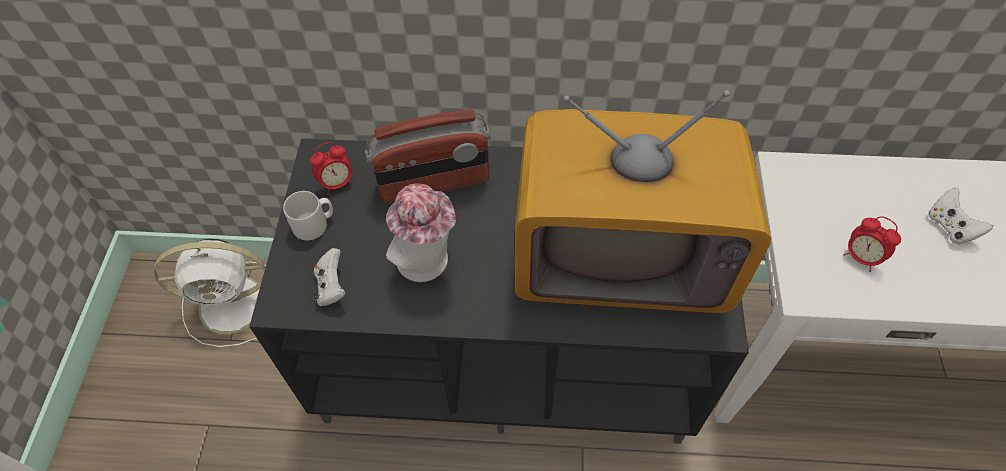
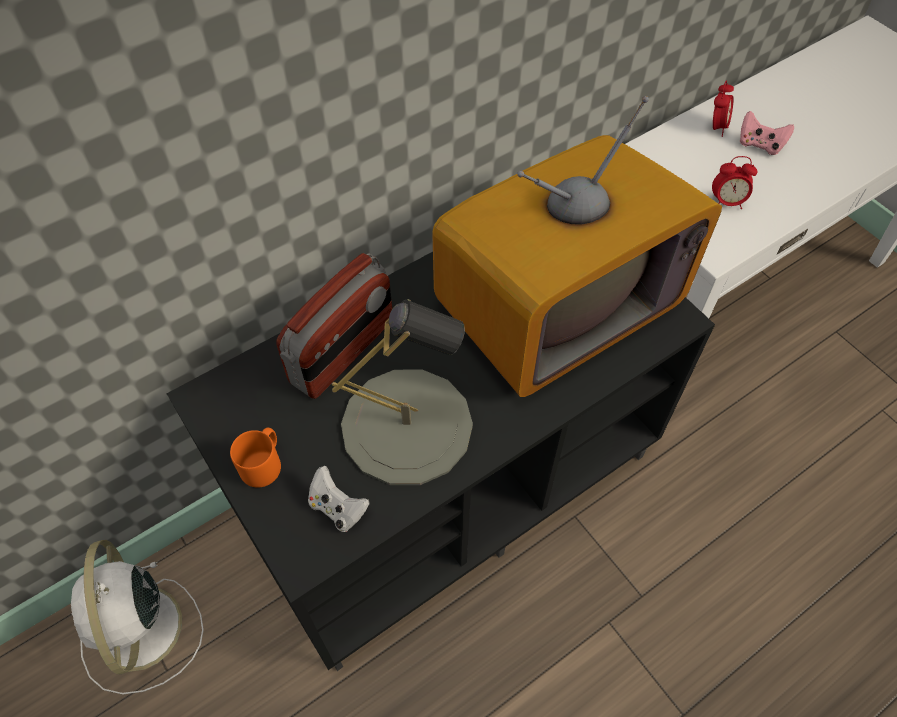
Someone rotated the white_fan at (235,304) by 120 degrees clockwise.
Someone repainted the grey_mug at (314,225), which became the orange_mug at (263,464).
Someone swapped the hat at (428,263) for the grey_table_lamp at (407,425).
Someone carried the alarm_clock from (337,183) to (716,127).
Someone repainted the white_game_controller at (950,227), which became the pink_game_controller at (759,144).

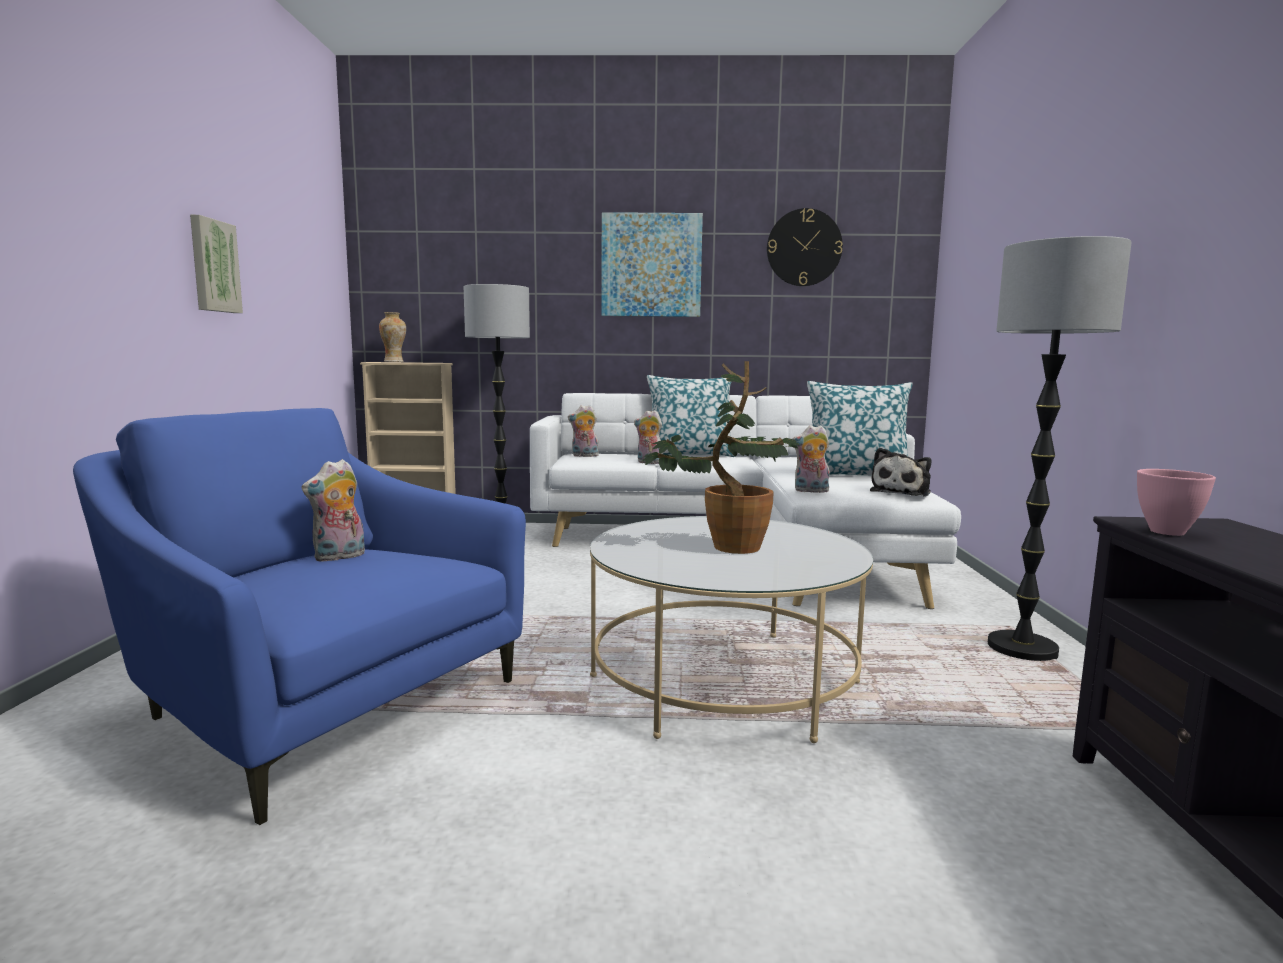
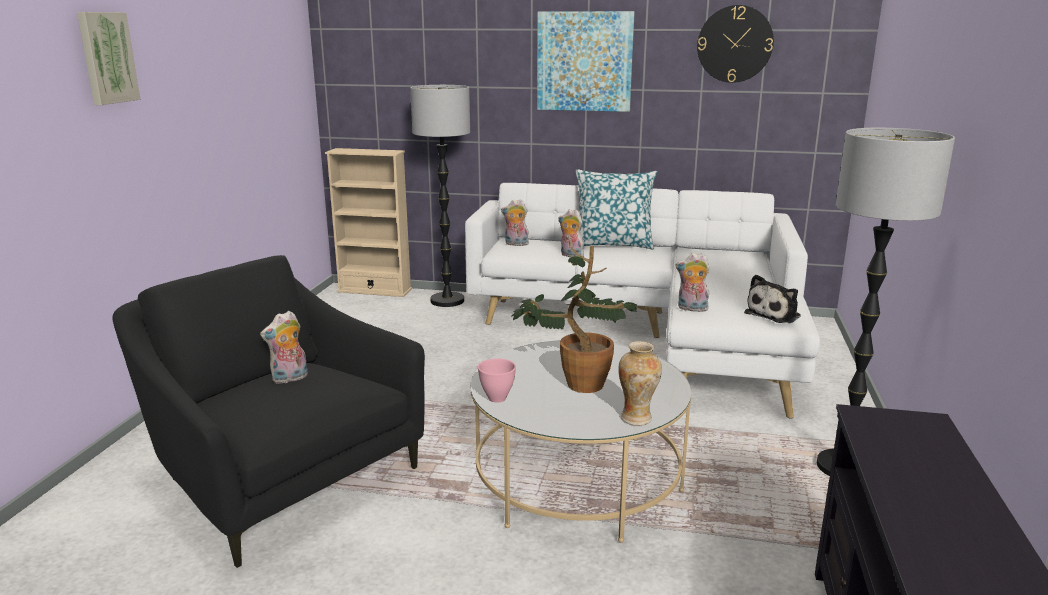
Someone carried the picture from (213,266) to (106,58).
Someone repainted the blue_armchair at (317,704), which became the black_armchair at (279,476).
Someone carried the pink_bowl from (1167,532) to (498,398).
Someone carried the vase from (394,362) to (637,418).
Someone took away the pillow at (855,475).

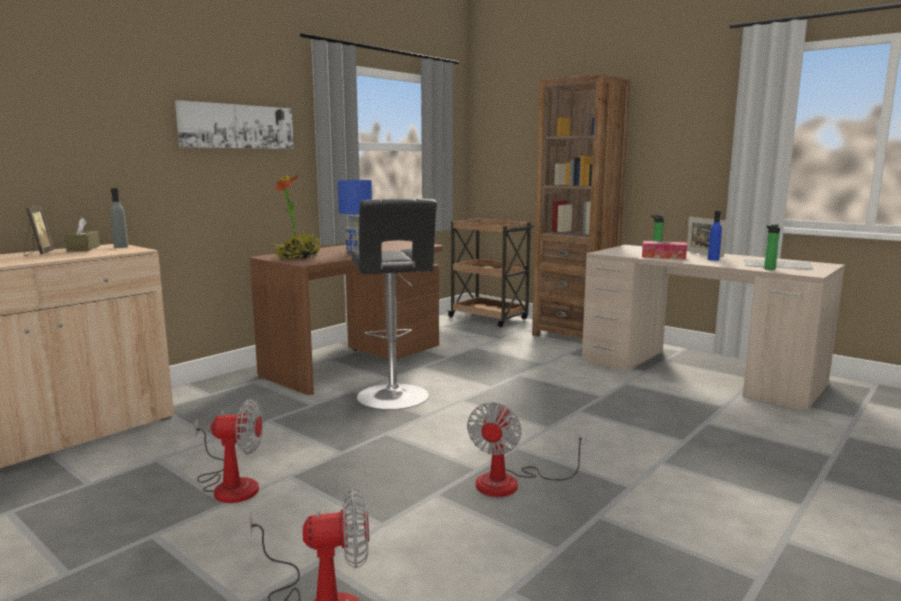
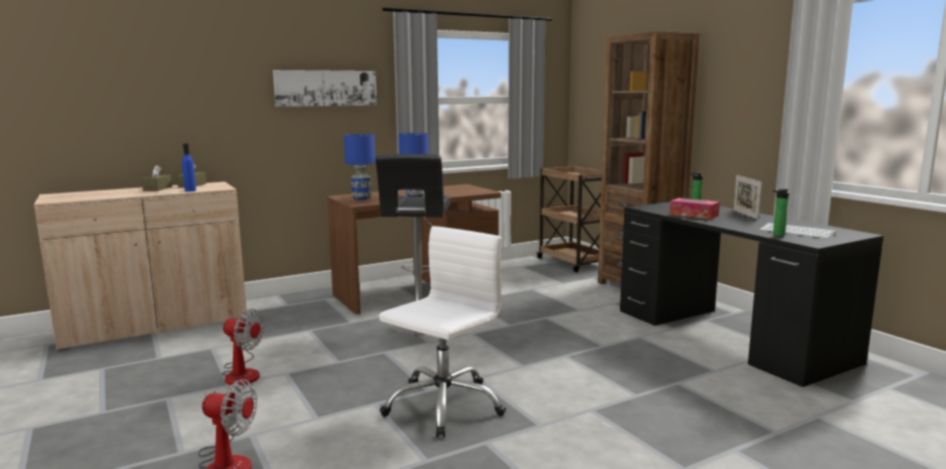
Someone swapped the picture_frame at (39,254) for the brown_tissue_box at (157,188).
Someone carried the blue_bottle from (713,259) to (190,190).
Someone swapped the potted_plant at (299,257) for the blue_table_lamp at (362,198).
Someone swapped the fan at (511,483) for the white_office_chair at (443,405).
Someone repainted the beige_desk at (698,372), which became the black_desk at (729,335).
Someone took away the grey_bottle at (121,247).

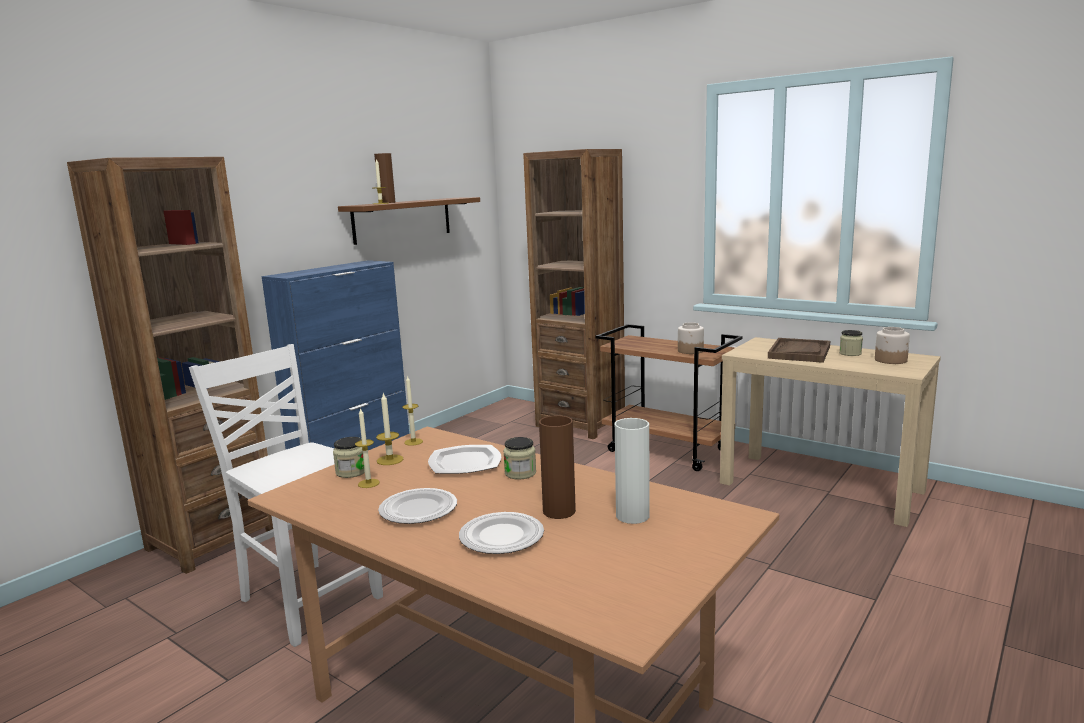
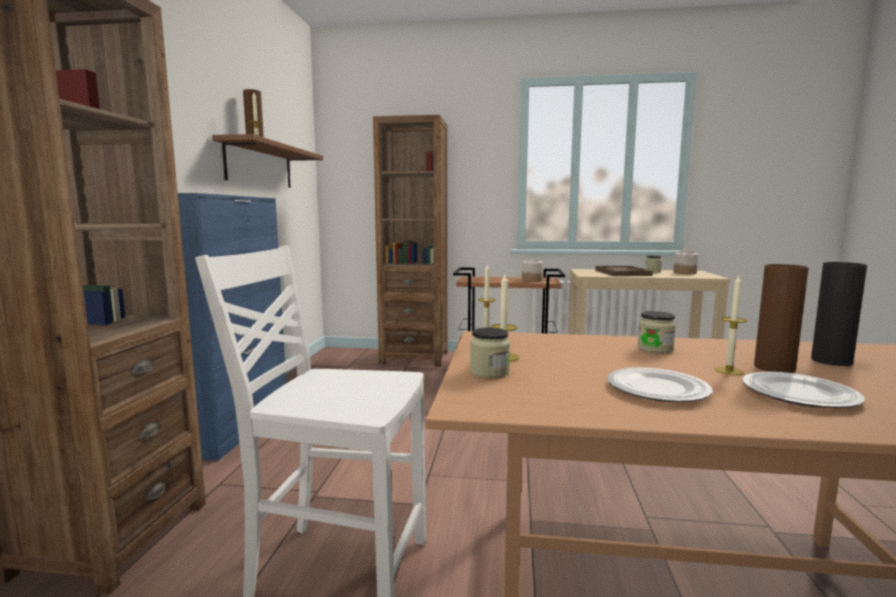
Someone carried the candle from (368,483) to (729,371).
Someone repainted the white_vase at (632,516), which became the black_vase at (831,361).
Someone took away the plate at (466,463).

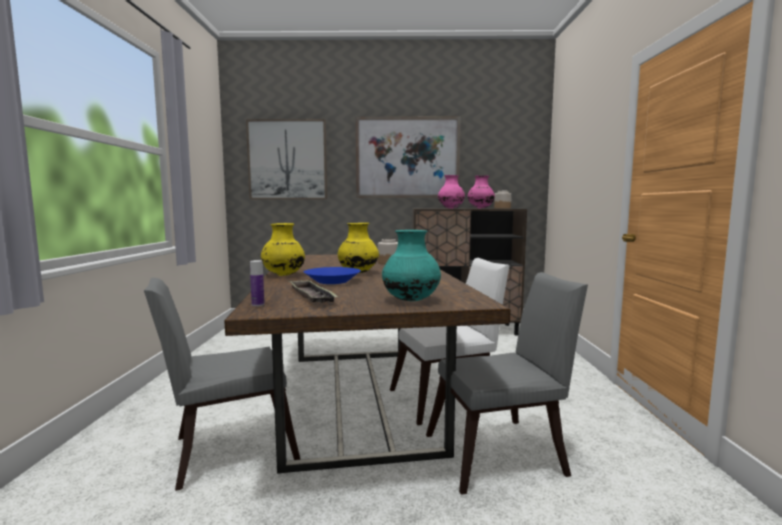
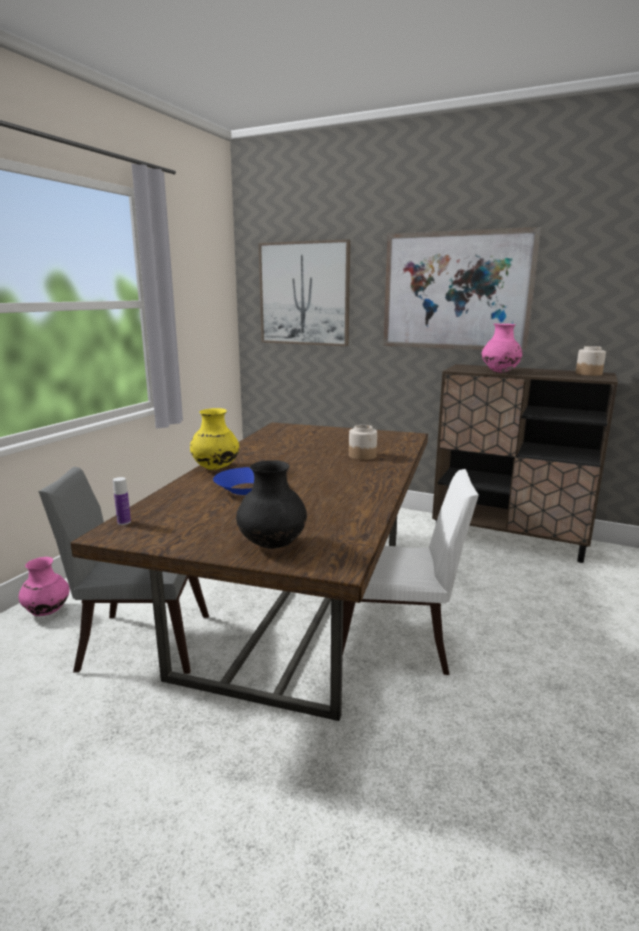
Someone carried the pink_vase from (480,208) to (47,611).
Someone repainted the turquoise_vase at (411,300), which became the black_vase at (272,545).
Someone took away the tray at (311,296).
Someone took away the yellow_vase at (358,273).
Someone took away the grey_chair at (502,454).

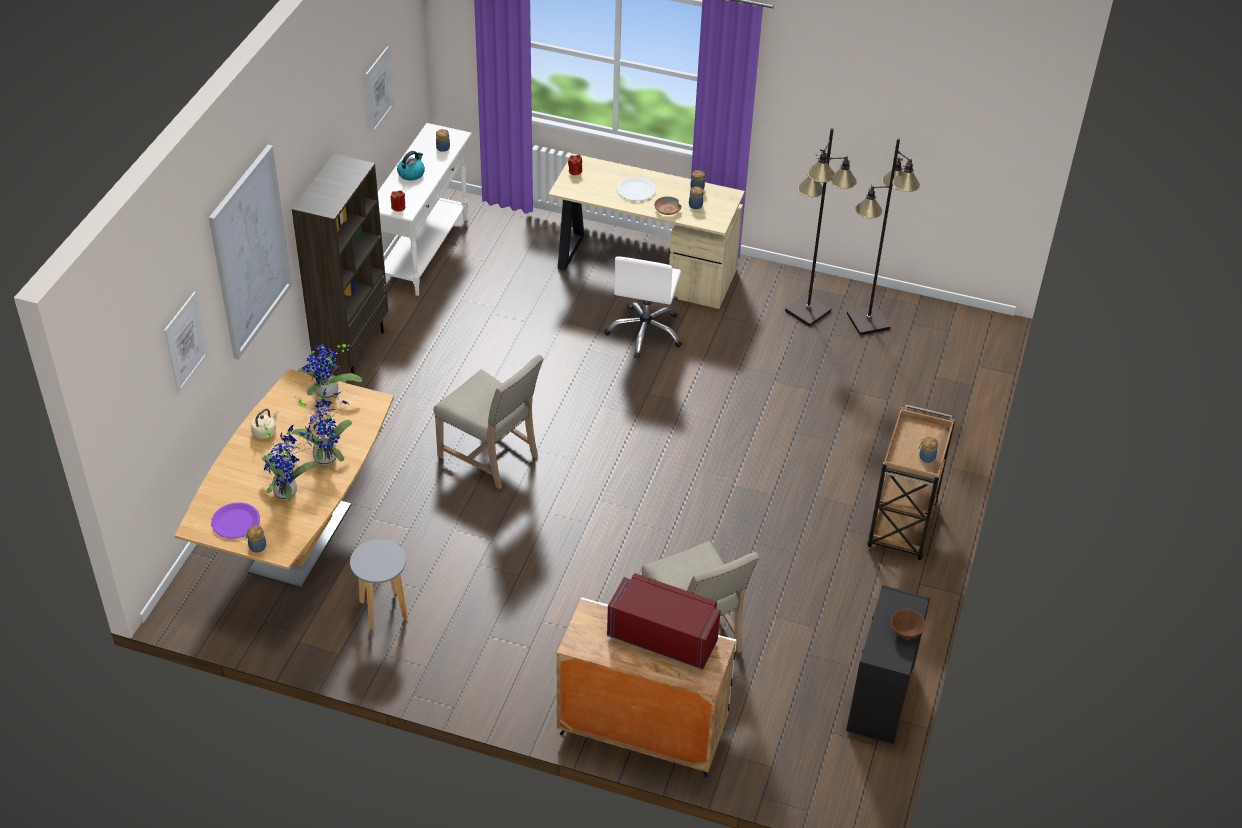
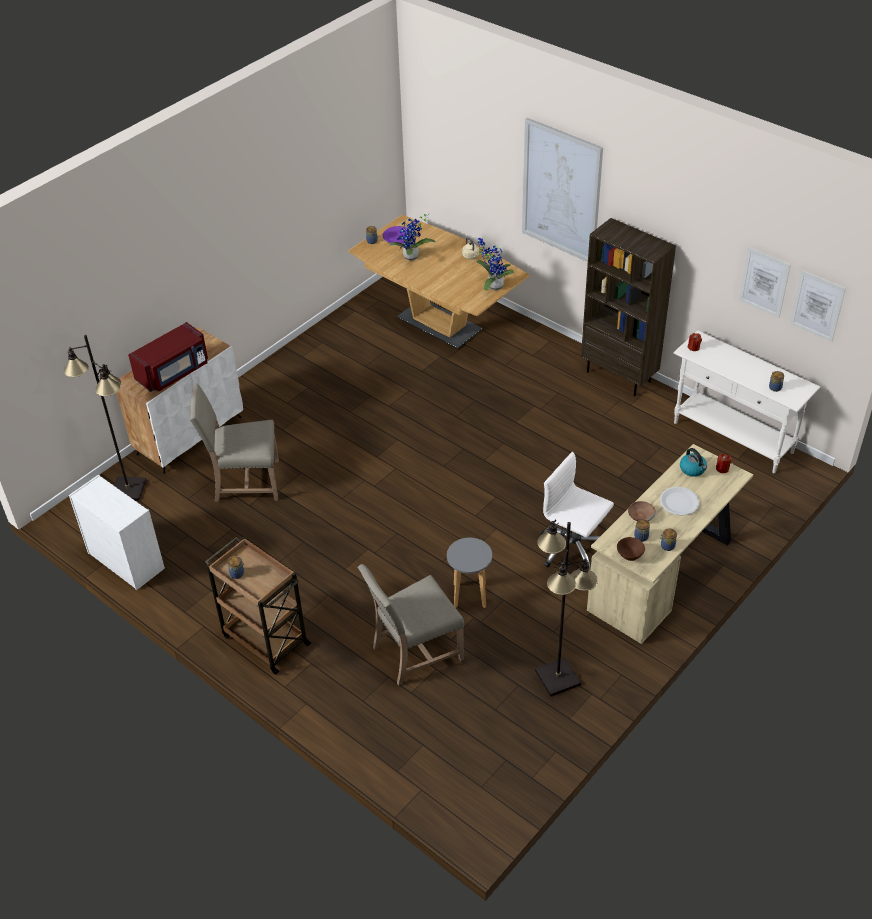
Someone carried the black_floor_lamp from (868,322) to (128,489).
Someone repainted the black_dresser at (880,699), which became the white_dresser at (125,560).
Someone carried the beige_chair from (492,456) to (414,652).
Someone carried the grey_stool from (383,610) to (469,596).
Someone carried the brown_bowl from (905,632) to (629,555).
Someone carried the kettle from (411,173) to (693,469).
Someone carried the picture from (185,342) to (817,305).
Someone took away the potted_plant at (327,456).

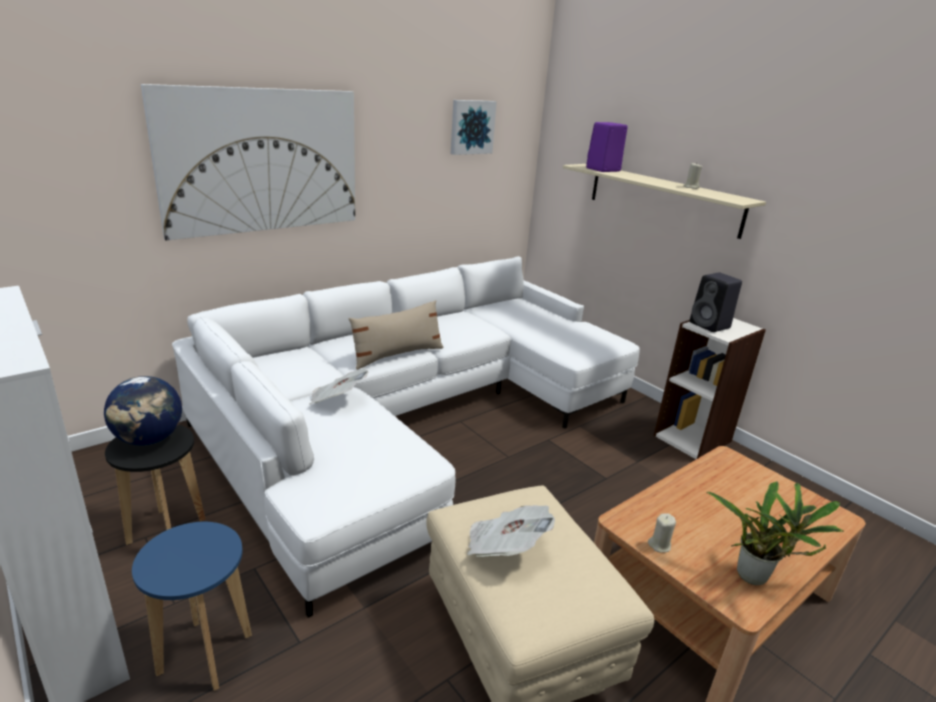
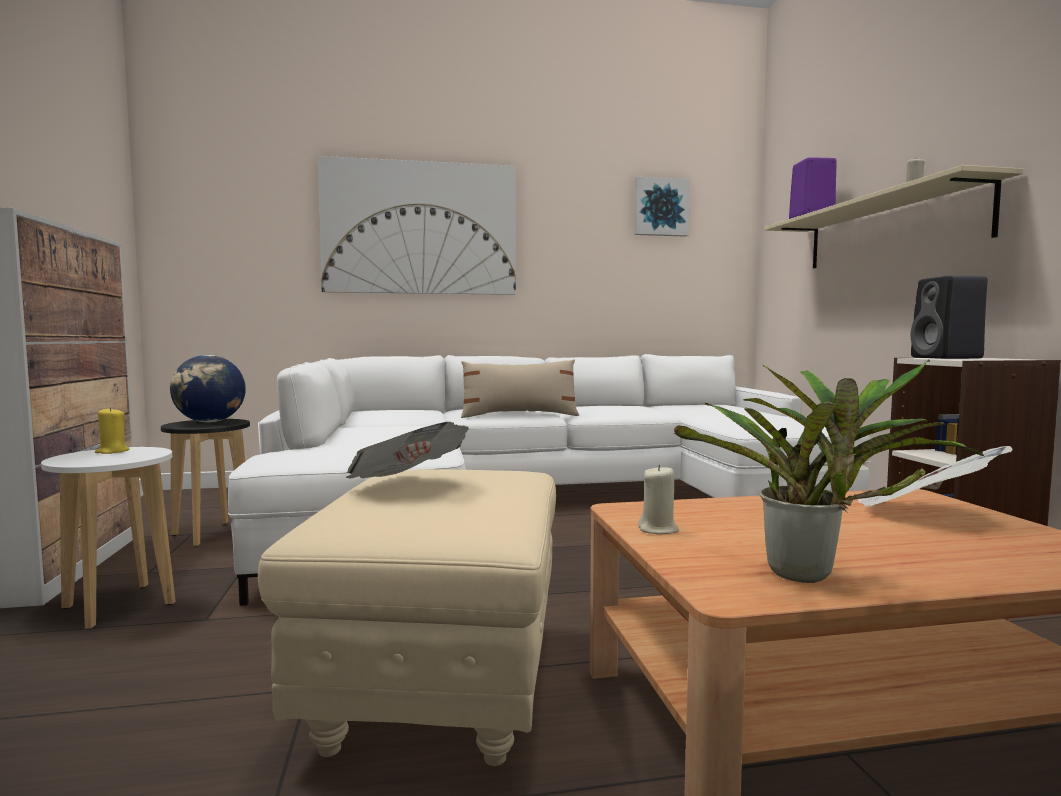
Someone repainted the blue_stool at (205,654), which became the white_stool at (118,606).
Someone put down the yellow_candle at (112,452).
Someone carried the newspaper from (337,399) to (923,513).

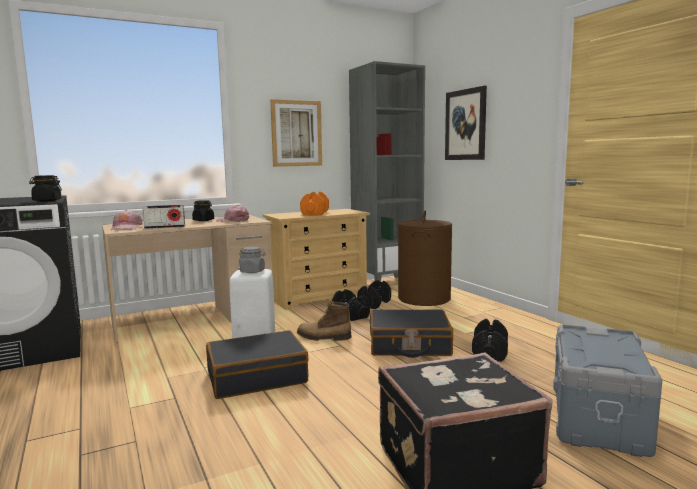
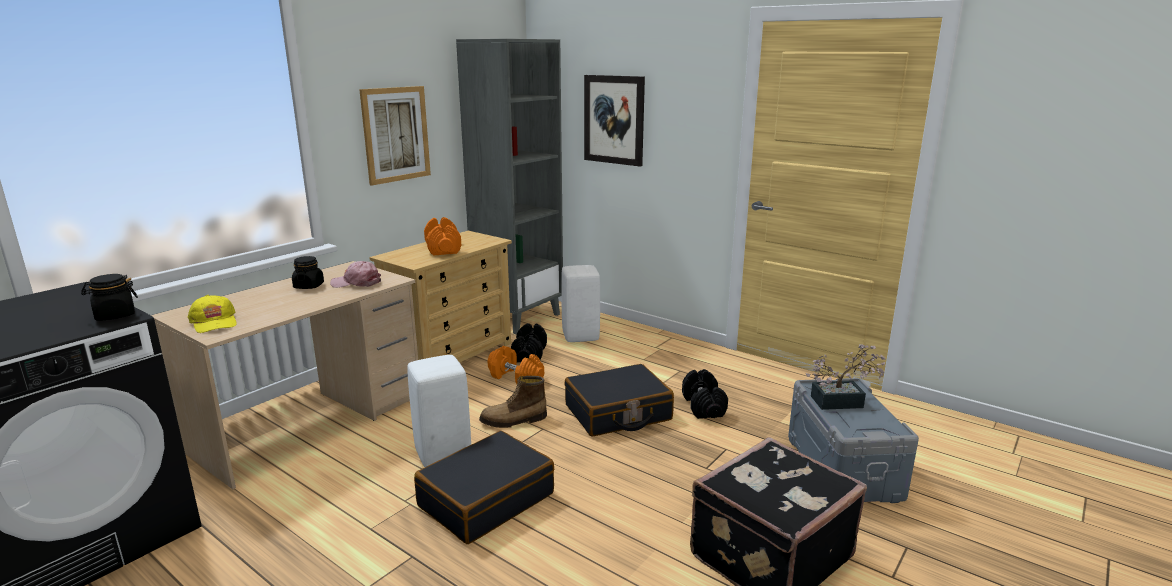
Someone repainted the pink_cap at (126,228), which became the yellow_cap at (214,322).
Someone repainted the black_dumbbell at (351,315), which became the orange_dumbbell at (516,377).
Someone swapped the brown_laundry_basket at (423,298) for the white_stool at (579,336).
Someone put down the potted_plant at (842,402).
Someone took away the radio at (165,227).
Someone took away the grey_jar at (252,271).

